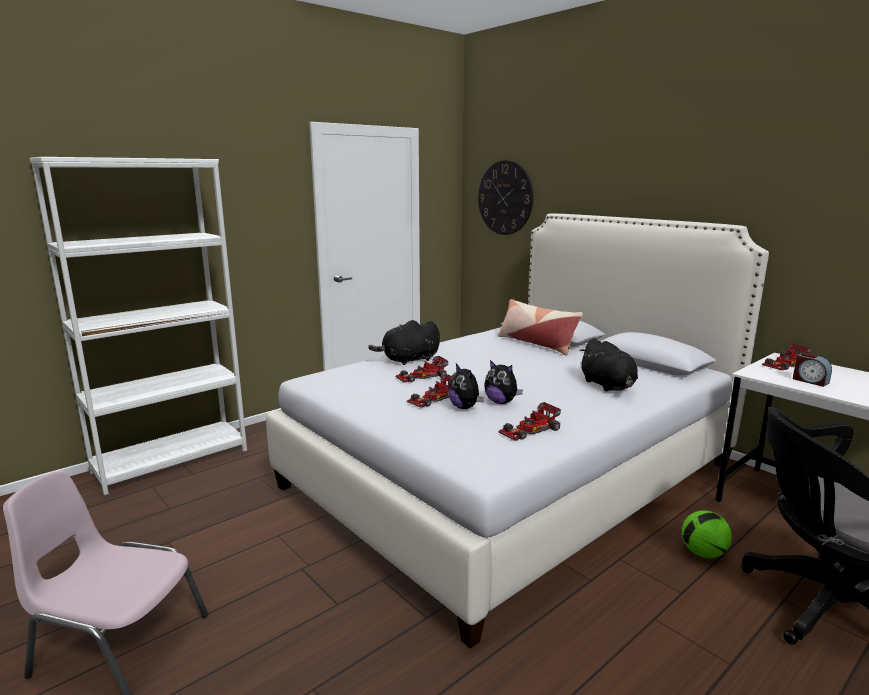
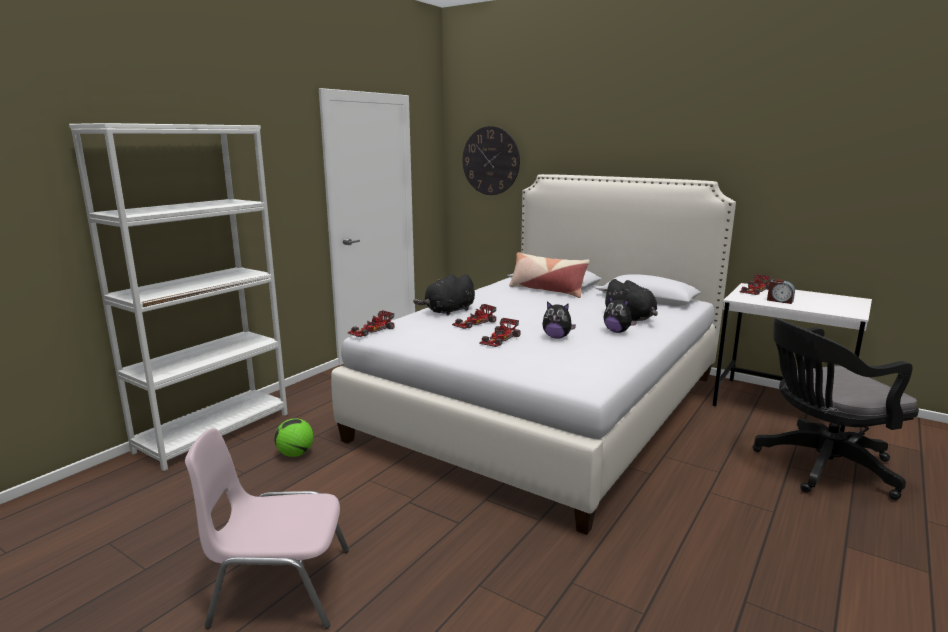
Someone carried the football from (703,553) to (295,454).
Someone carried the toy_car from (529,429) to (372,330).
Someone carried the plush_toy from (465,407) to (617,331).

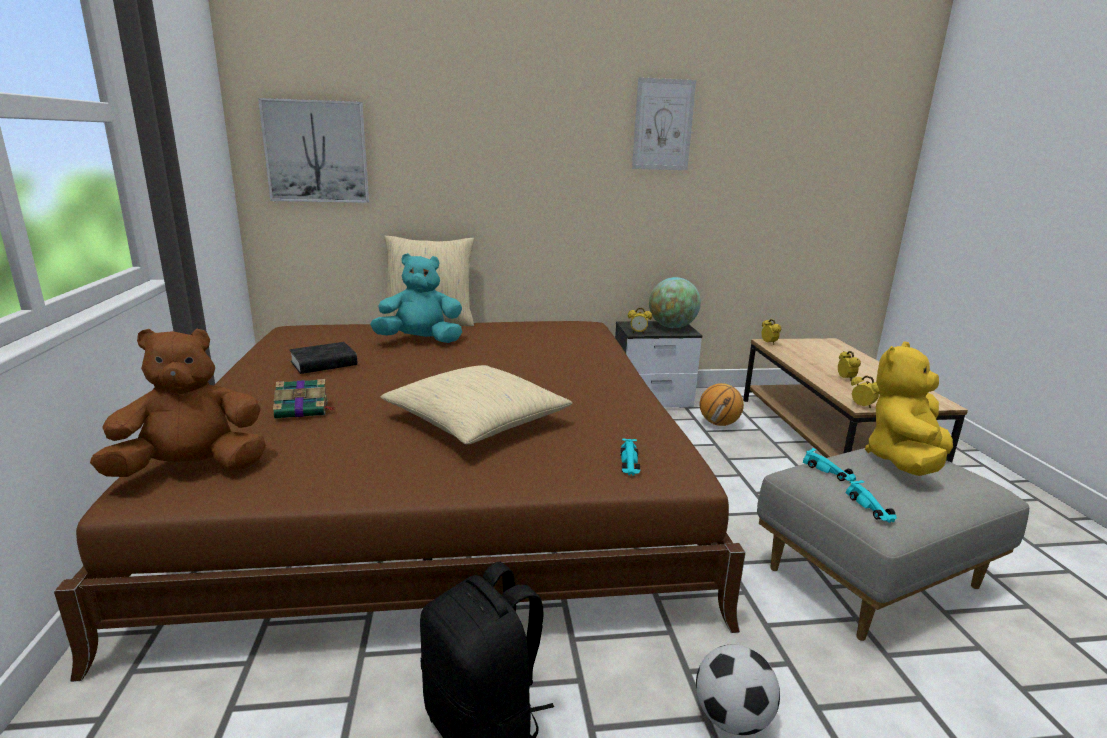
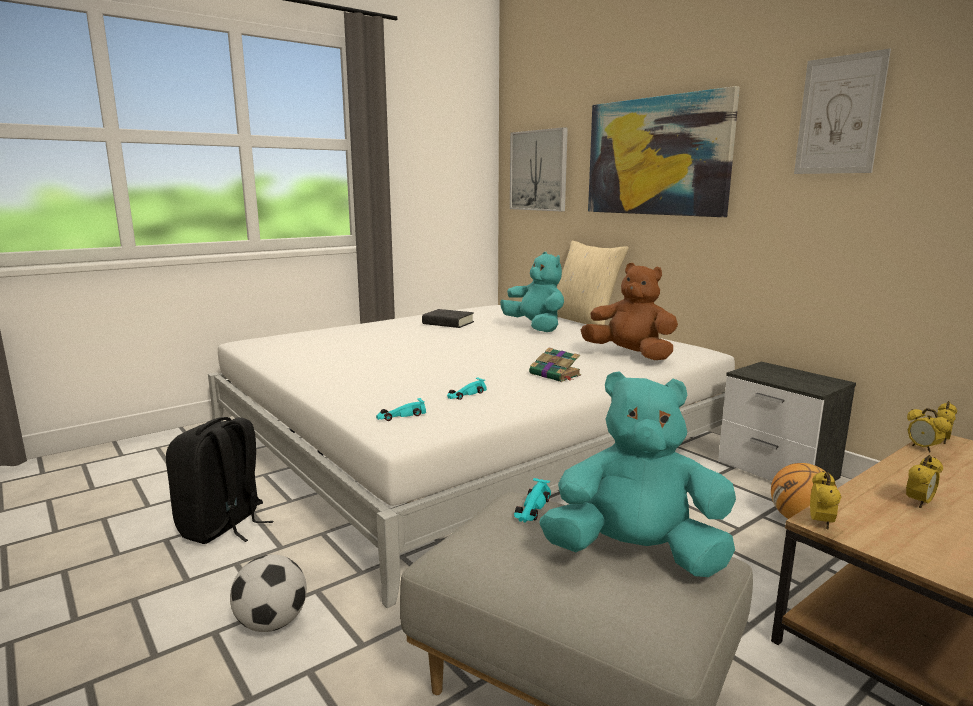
Someone repainted the brown_bed at (440,481), which became the white_bed at (466,435).
Someone carried the turquoise_toy_car from (870,508) to (466,394).
Someone carried the book from (303,410) to (556,375).
Someone repainted the yellow_plush_toy at (904,462), which became the turquoise_plush_toy at (637,555).
Someone carried the brown_plush_toy from (192,469) to (630,355).
Someone put up the picture at (656,156).
Someone carried the alarm_clock from (638,333) to (923,448).
Someone took away the beige_pillow at (477,421).
Someone took away the globe at (672,327).

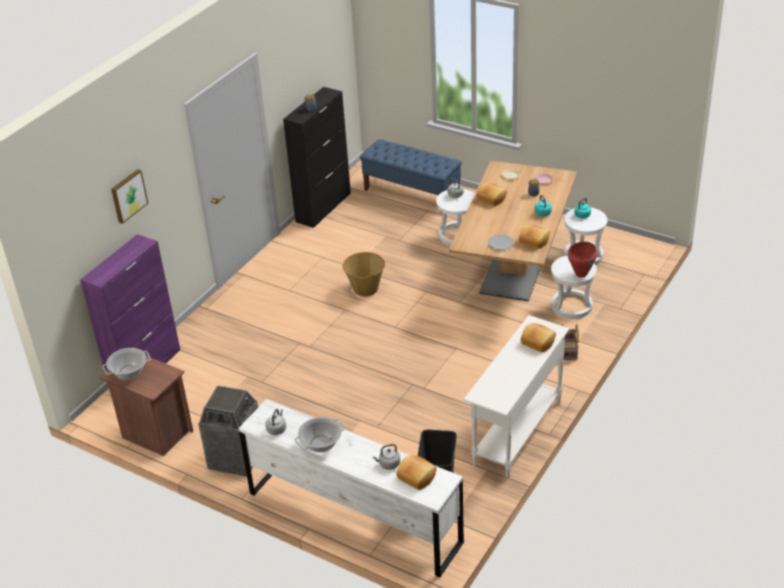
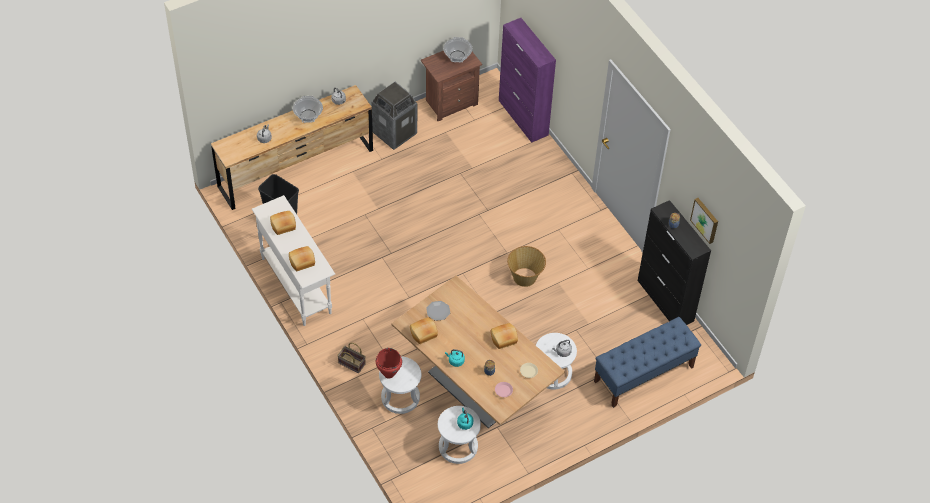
Someone repainted the white_dresser at (354,517), which became the brown_dresser at (296,168).
Someone carried the bread from (417,476) to (283,226).
Someone carried the picture from (128,195) to (705,220).

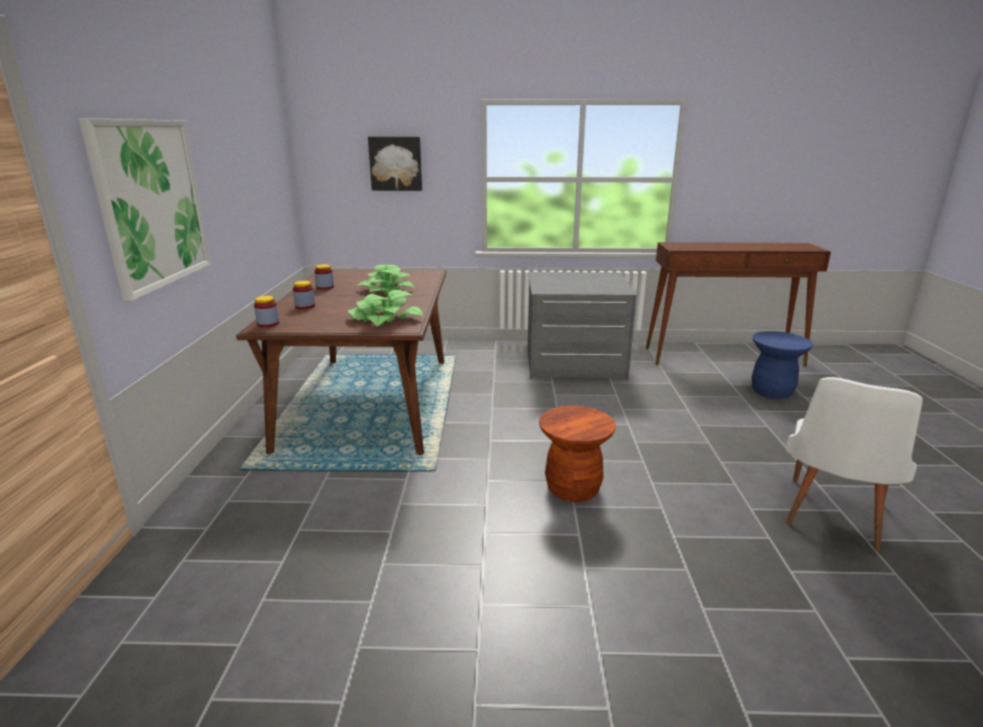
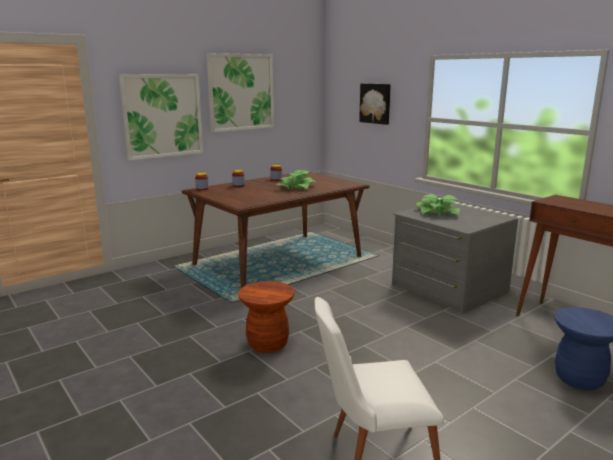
Someone put up the picture at (241,92).
Someone carried the potted_plant from (385,319) to (437,212).

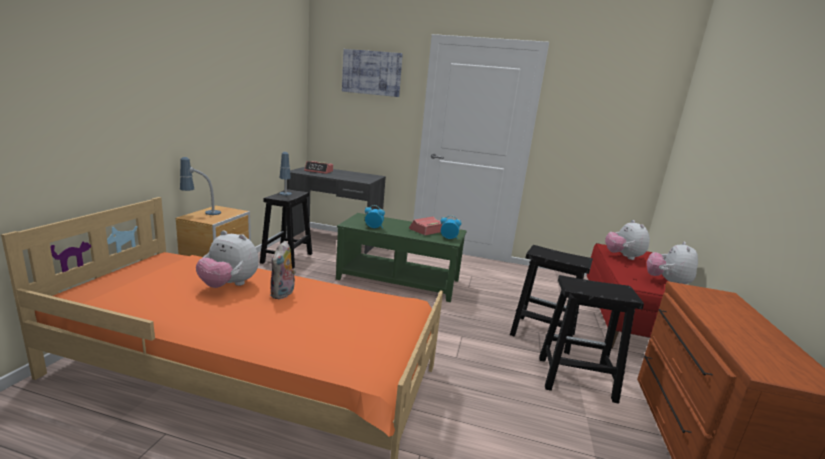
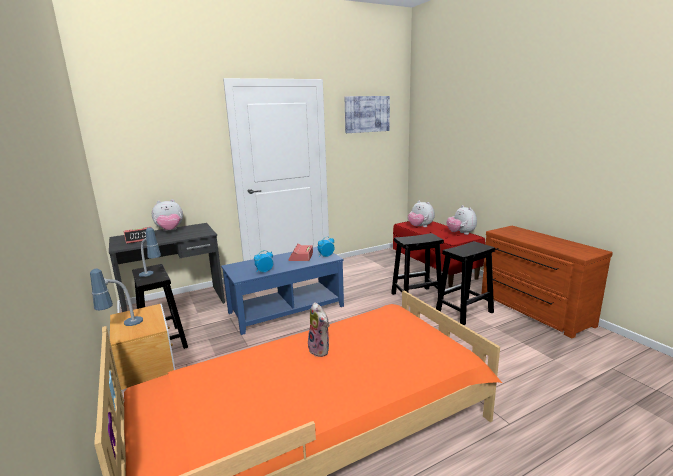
Someone carried the plush_toy from (229,285) to (170,231).
Someone repainted the green_coffee_table at (398,280), which became the blue_coffee_table at (286,309).
Someone carried the picture from (371,73) to (367,114).

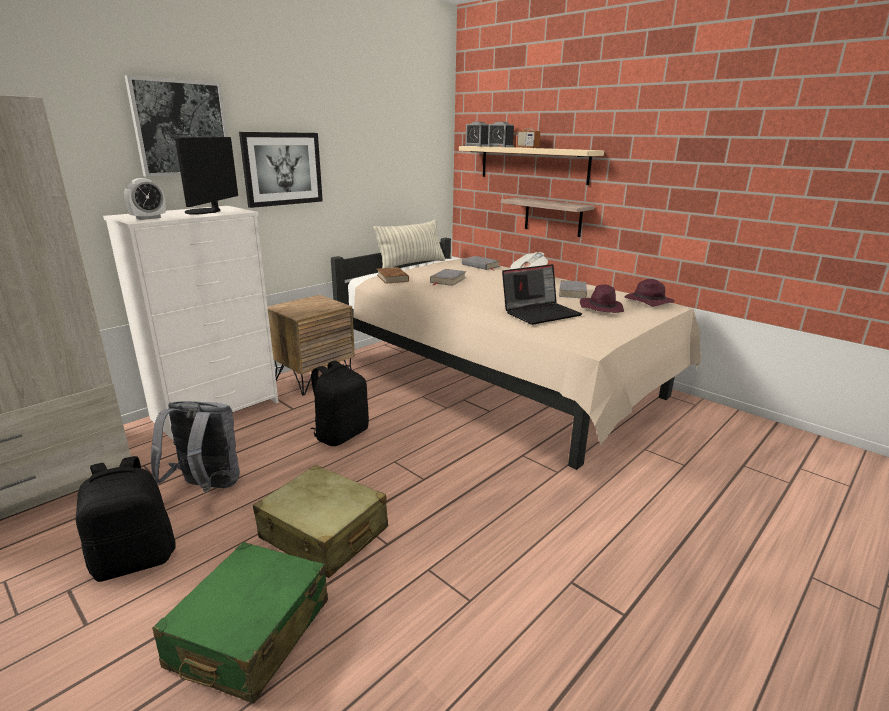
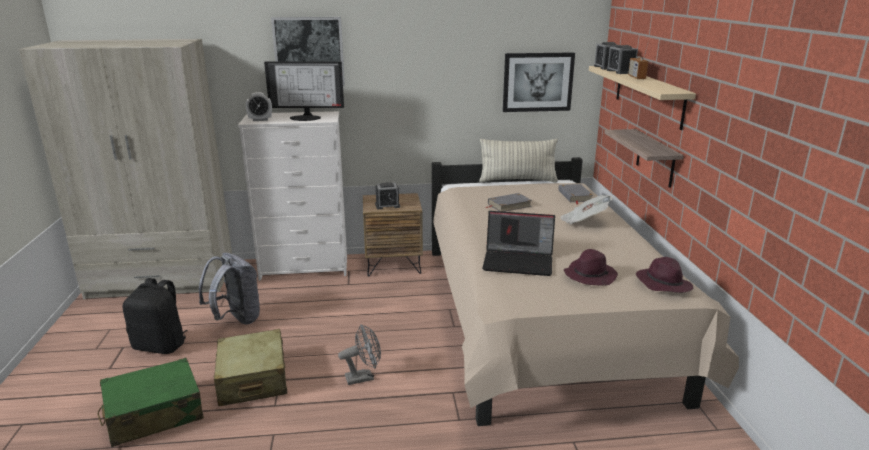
Someone rotated the monitor at (205,212) by 135 degrees counterclockwise.
Someone put down the grey_fan at (364,377).
Someone put down the alarm_clock at (387,205).
Someone carried the picture from (282,169) to (537,82).
Someone took away the black_backpack at (341,434).
Someone took away the brown_book at (392,278).
Someone took away the grey_book at (572,292).

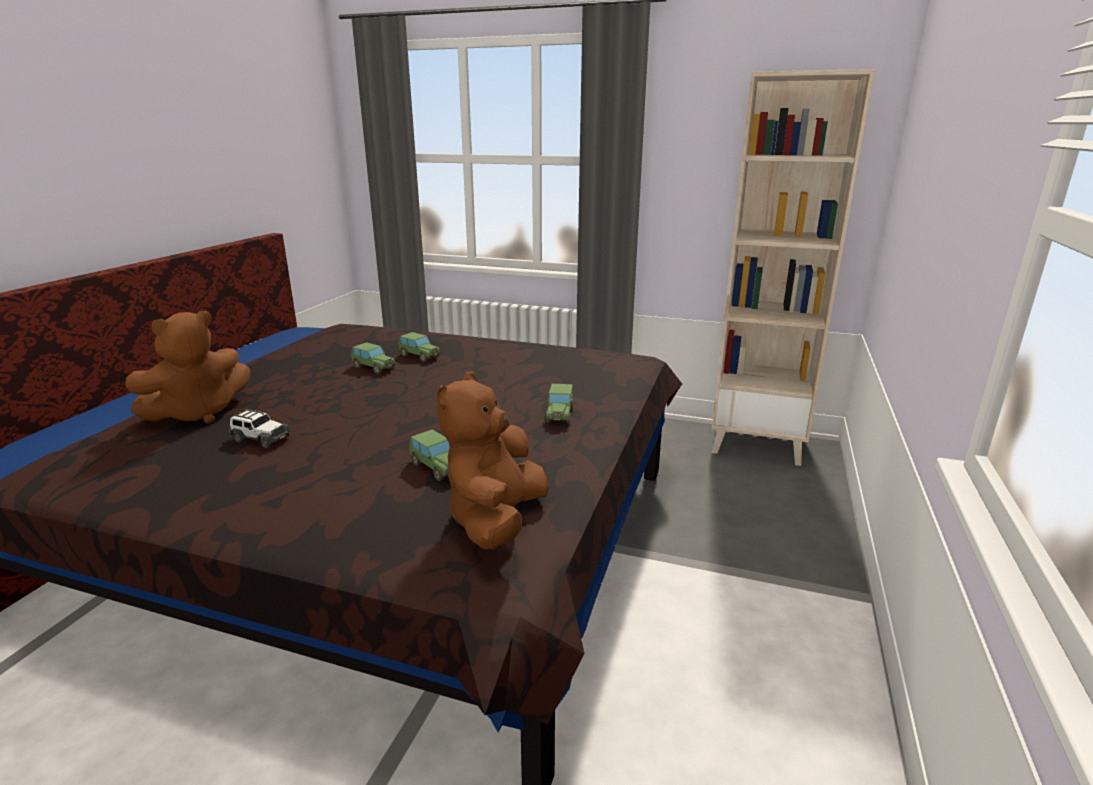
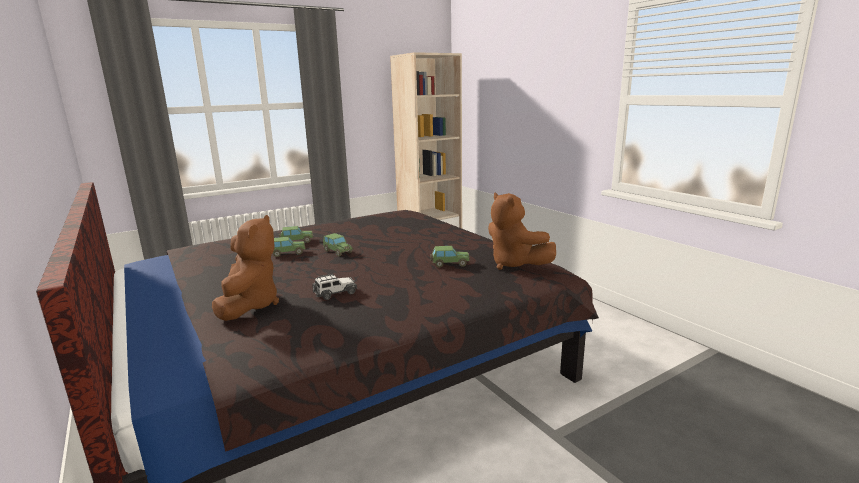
Someone carried the toy_car from (559,415) to (338,252).

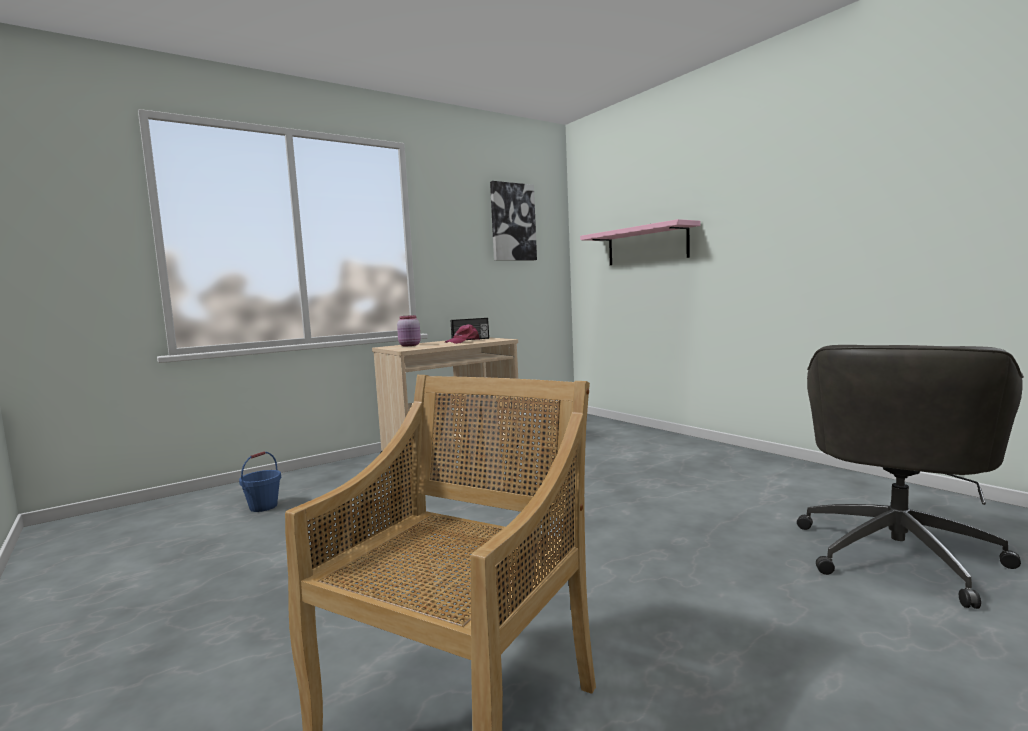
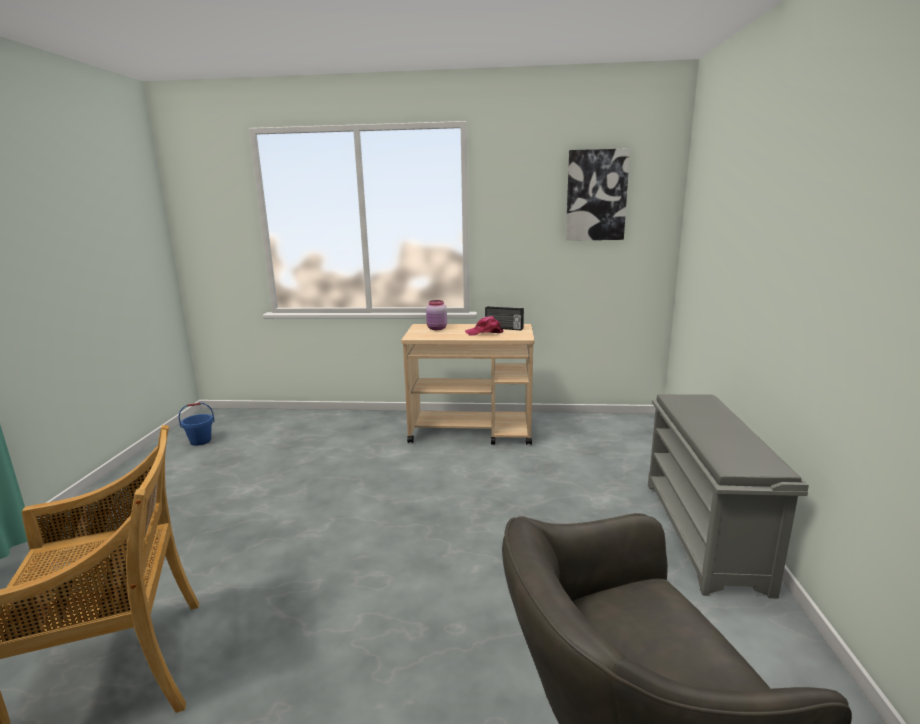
Someone carried the blue_bucket from (263,506) to (200,441).
Someone put down the grey_shoe_rack at (704,533).
Someone took away the pink_shelf at (646,245).

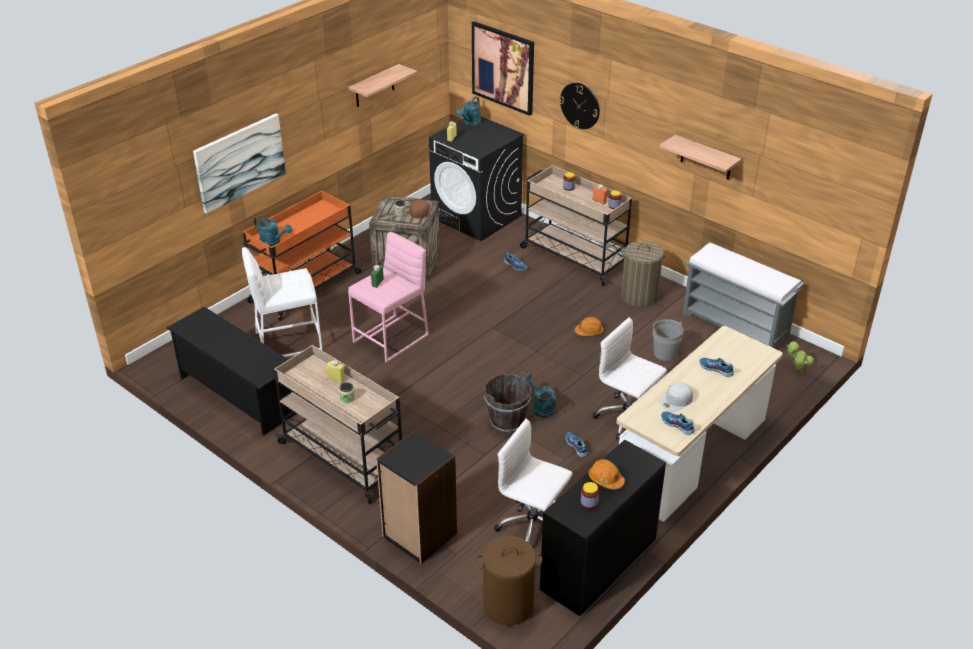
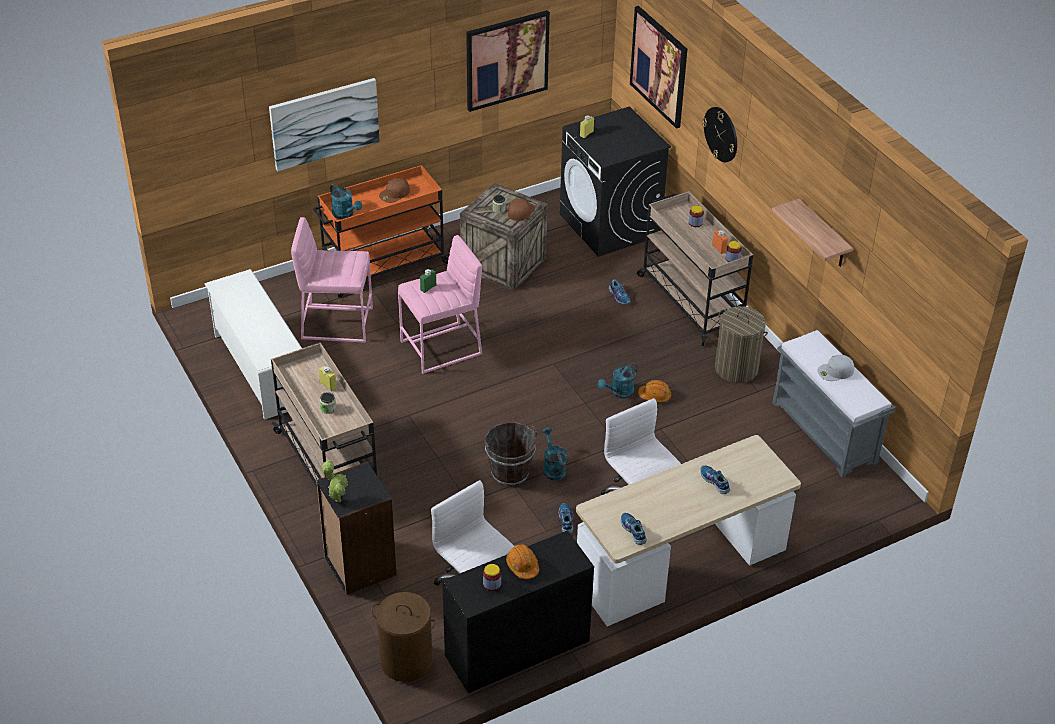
Someone repainted the black_shoe_rack at (238,394), which became the white_shoe_rack at (261,369).
Someone repainted the white_stool at (287,341), which became the pink_stool at (336,322).
Someone carried the potted_plant from (797,371) to (337,499).
Someone put down the brown_cap at (394,193).
Someone swapped the shelf at (374,86) for the picture at (507,60).
Someone carried the turquoise_watering_can from (470,123) to (619,393).
Someone carried the white_cap from (676,400) to (835,371).
Someone took away the grey_bucket at (665,353).

